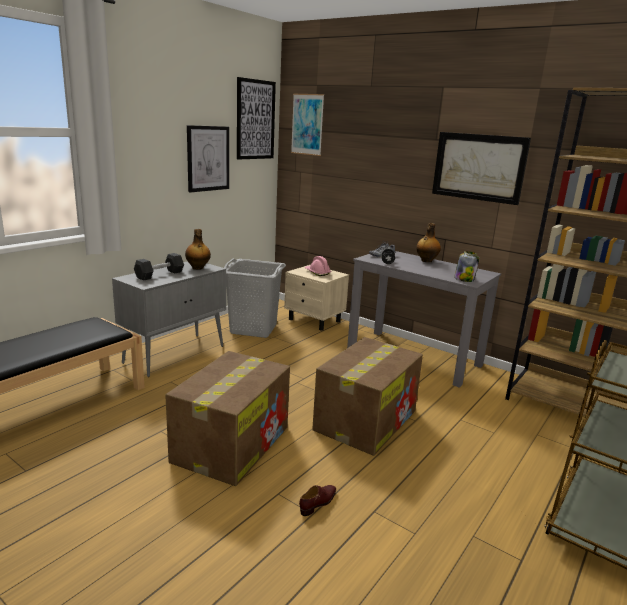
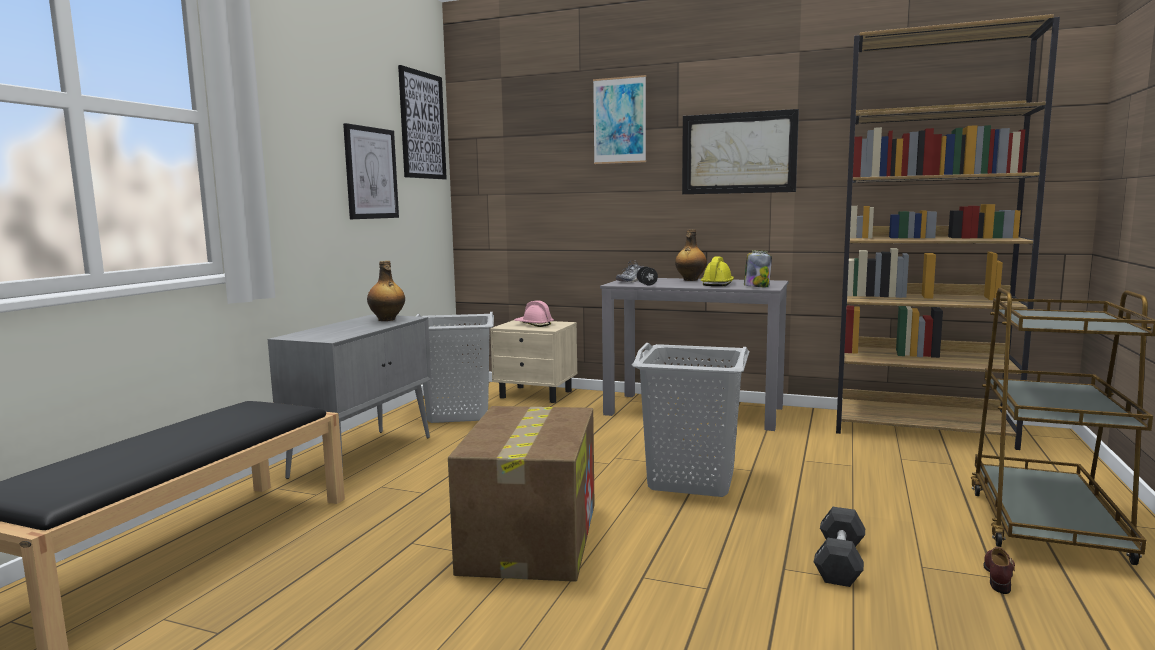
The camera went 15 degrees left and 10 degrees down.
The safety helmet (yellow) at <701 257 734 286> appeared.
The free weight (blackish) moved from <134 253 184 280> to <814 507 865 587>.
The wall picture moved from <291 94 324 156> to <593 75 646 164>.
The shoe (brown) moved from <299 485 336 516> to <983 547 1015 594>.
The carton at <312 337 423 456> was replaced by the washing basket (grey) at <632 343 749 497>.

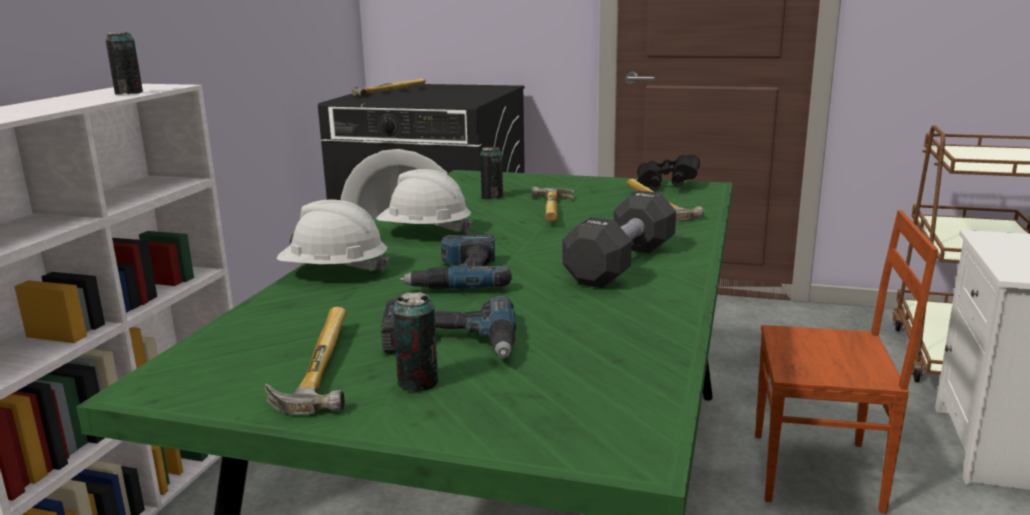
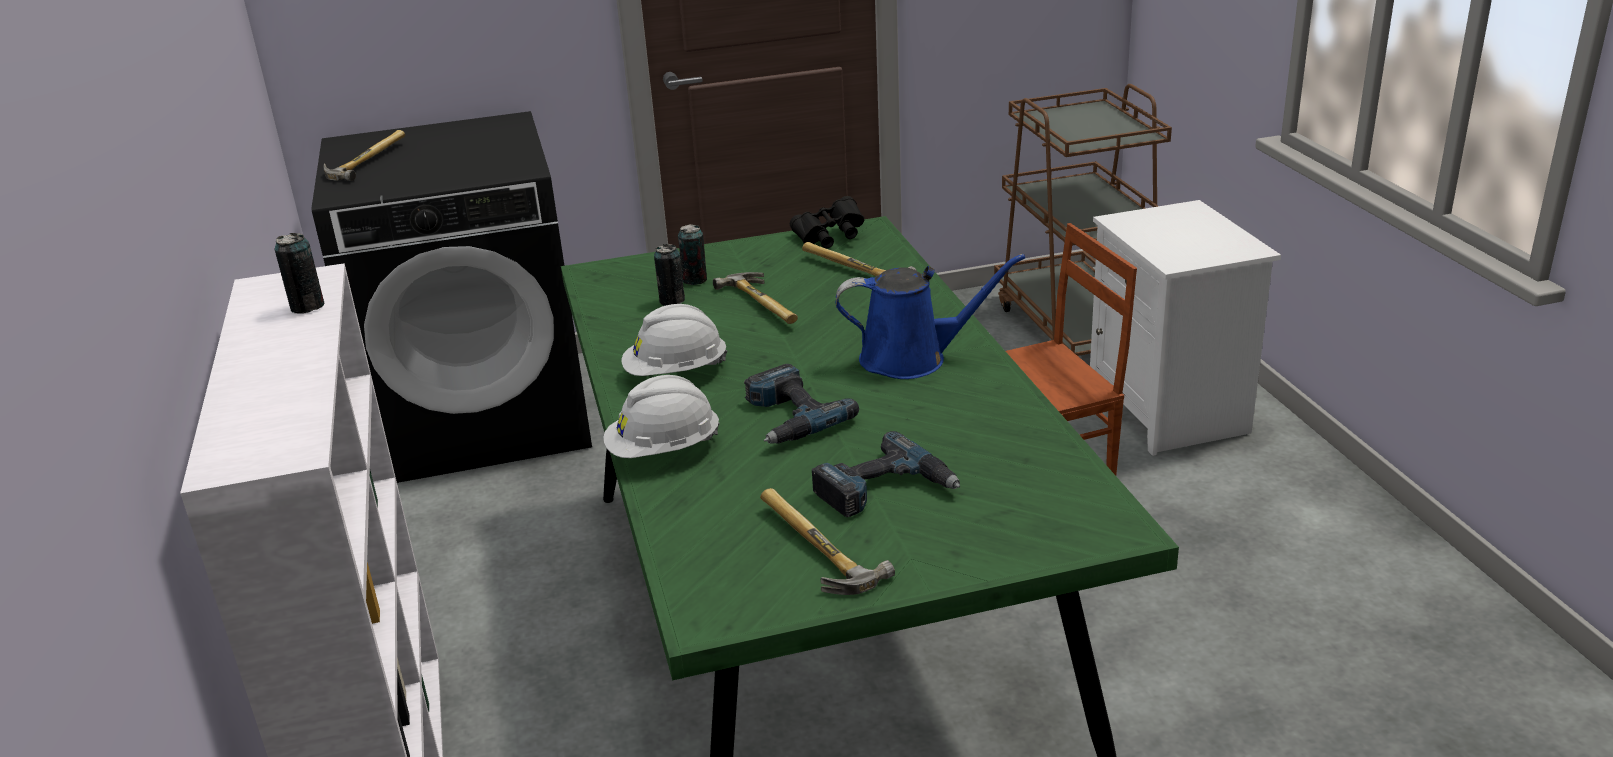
The camera went 30 degrees left and 10 degrees up.
The metal can moved from <393 292 438 392> to <678 224 707 285>.
The free weight (blackish) at <562 190 676 288> was replaced by the sprinkling can (blue-coloured) at <835 254 1025 379>.

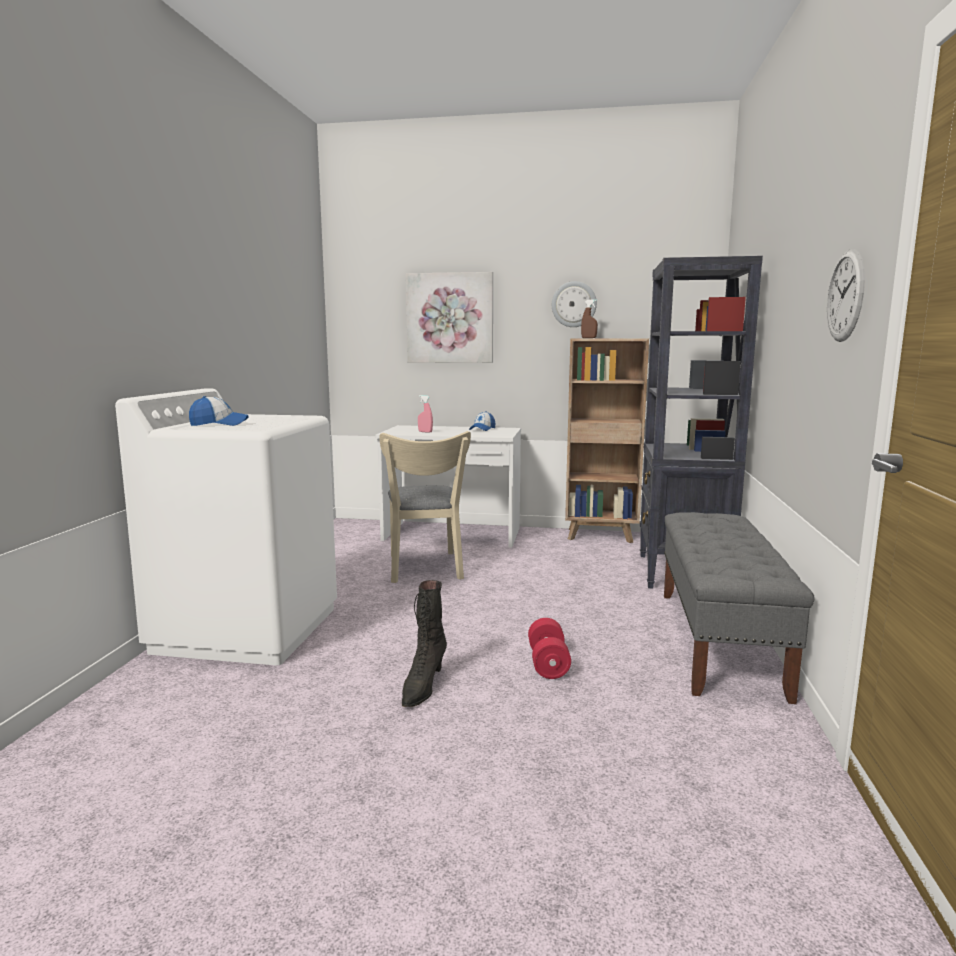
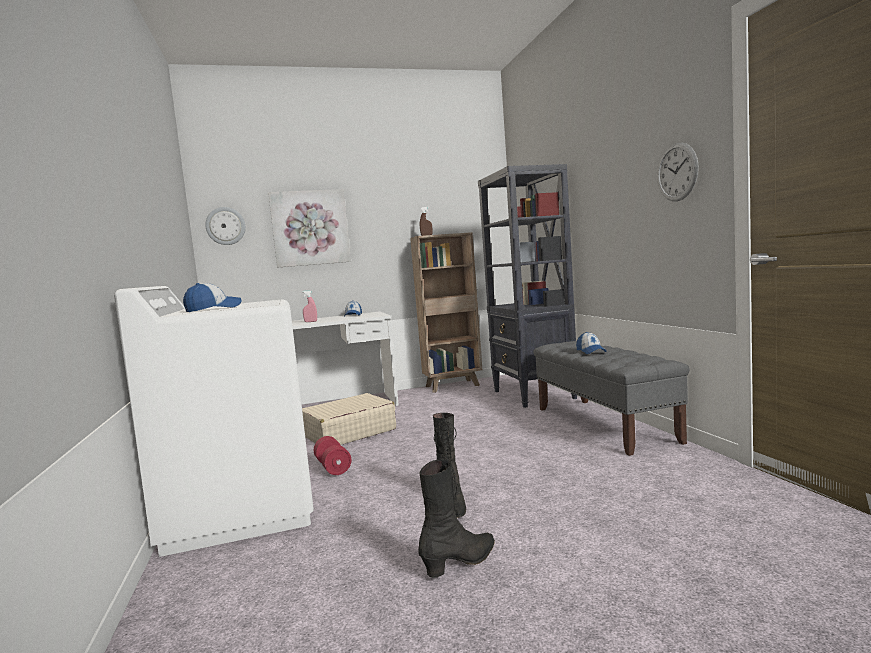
The camera went 25 degrees left and 5 degrees down.
The tall boot (blackish) at <419 459 495 578> appeared.
The baseball cap at <576 332 607 354> appeared.
The free weight (red-coloured) moved from <528 618 571 679> to <314 436 351 475>.
The hanging clock moved from <552 281 597 327> to <205 207 246 245>.
The chair (beige-coloured) at <379 431 471 583> was replaced by the travel case (beige-coloured) at <302 393 396 445>.

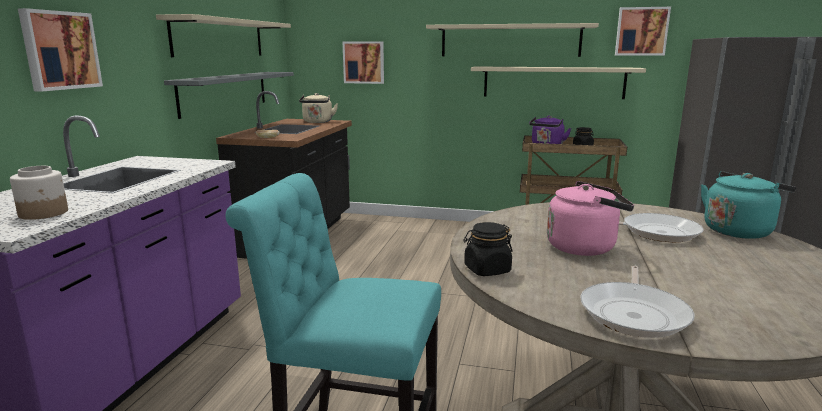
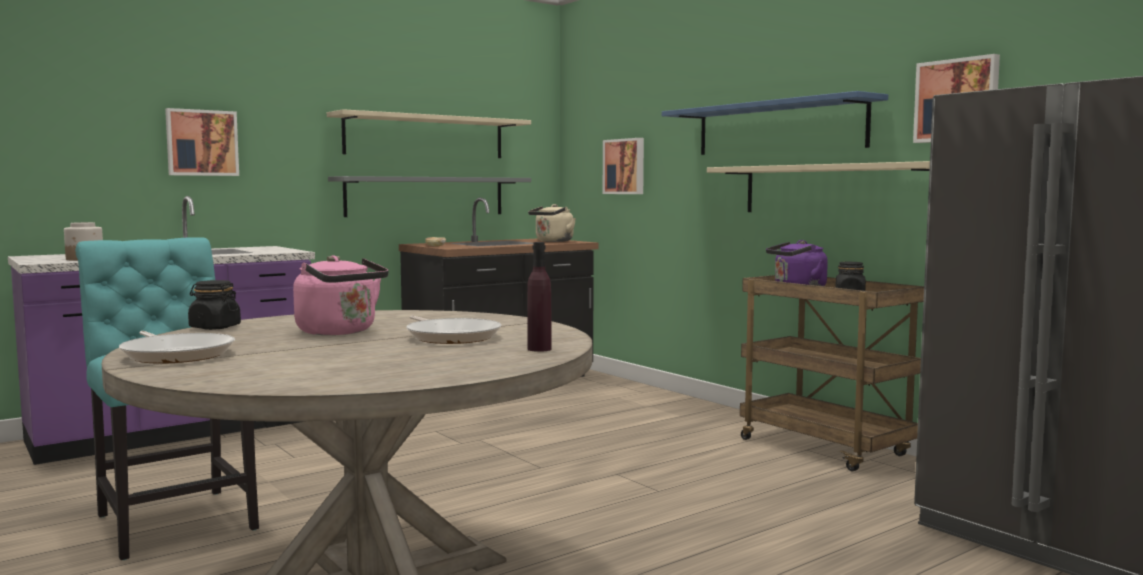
The camera went 40 degrees right and 10 degrees down.
The water kettle (turquoise-coloured) at <701 171 796 239> was replaced by the bottle (purple) at <527 242 551 352>.
The wall shelf (beige-coloured) at <426 23 599 57> became the wall shelf (blue-coloured) at <662 91 888 155>.
The skillet at <581 266 694 338> turned 105 degrees counterclockwise.

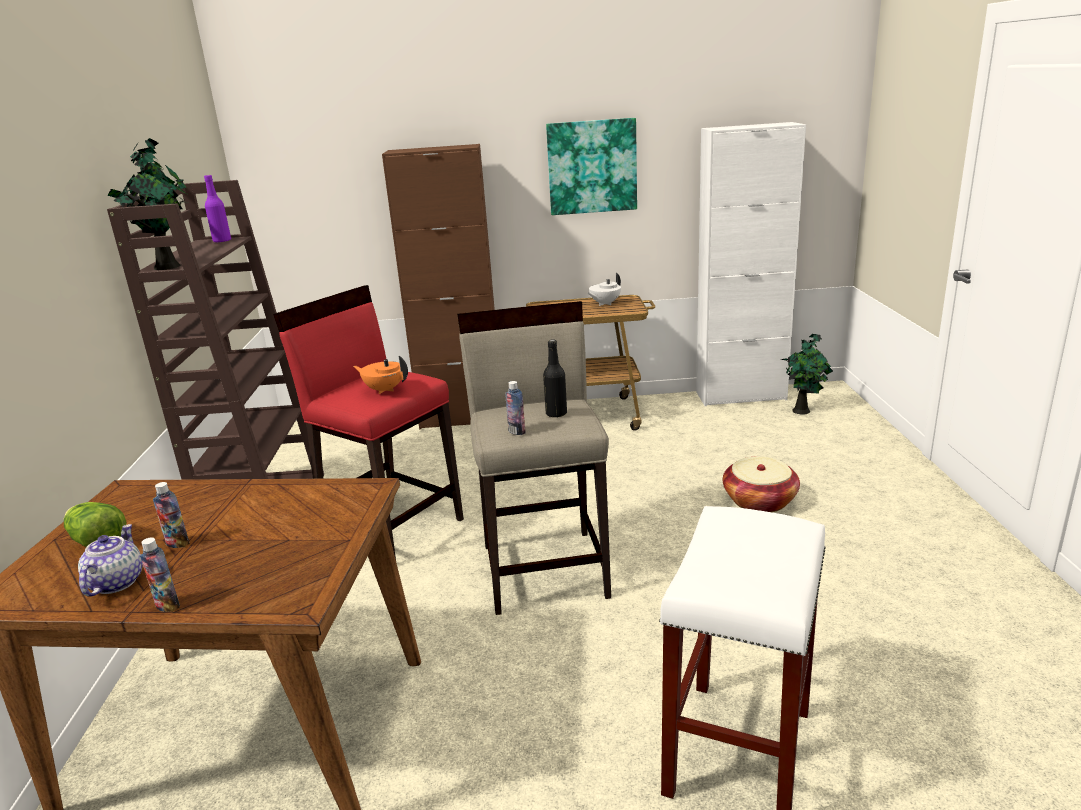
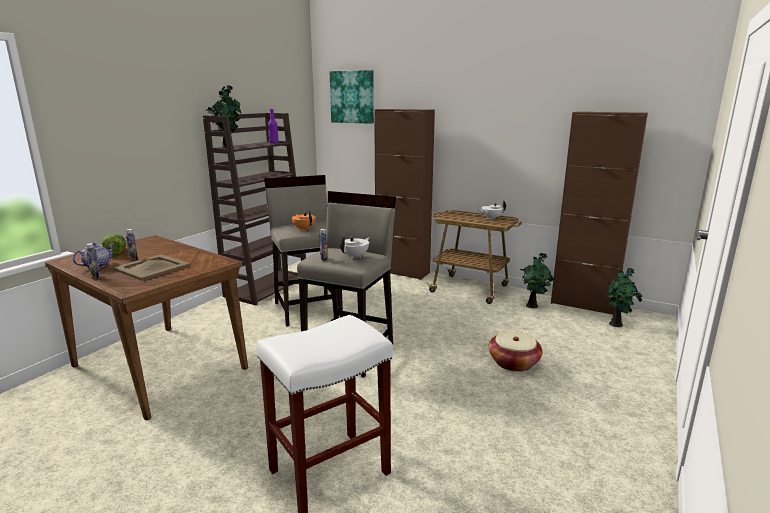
The camera went 30 degrees right and 5 degrees down.
The serving tray (beige-coloured) at <113 254 191 281> appeared.
The houseplant at <519 253 555 308> appeared.
The wall picture moved from <546 118 637 215> to <330 70 374 124>.
The bottle (blackish) at <543 339 567 417> was replaced by the tea pot (whitish) at <340 236 369 259>.
The stool seat (red-coloured) at <273 285 464 559> became the stool seat (beige-coloured) at <264 175 343 327>.
The cupboard (whitish) at <696 122 806 406> became the cupboard (brown) at <551 112 648 315>.

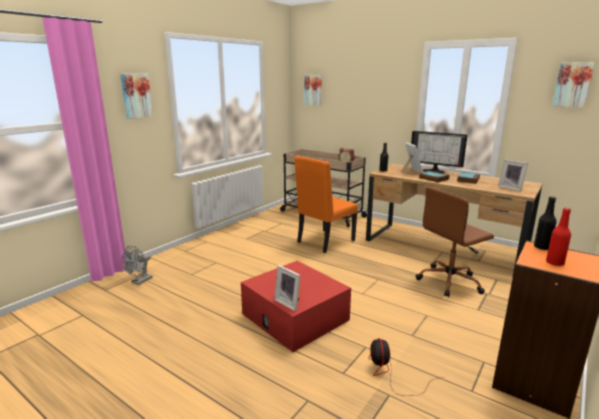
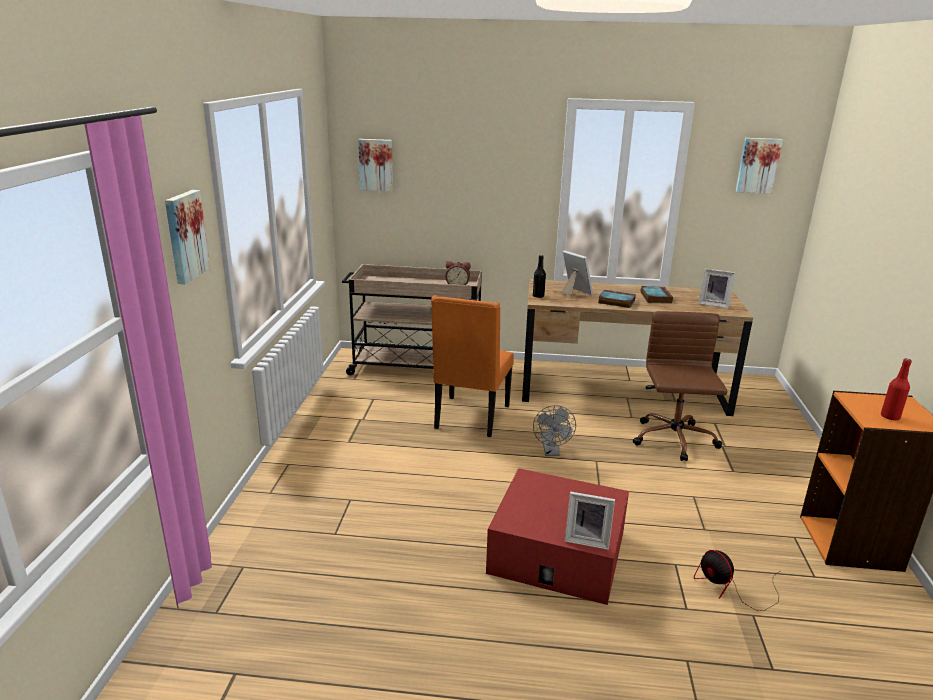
The camera went 30 degrees left and 5 degrees up.
The computer screen at <411 131 468 173> disappeared.
The bottle (blackish) at <534 196 557 250> disappeared.
The fan (grey) moved from <122 246 153 285> to <533 405 576 456>.
The desk chair (brown) at <416 187 494 297> turned 150 degrees clockwise.

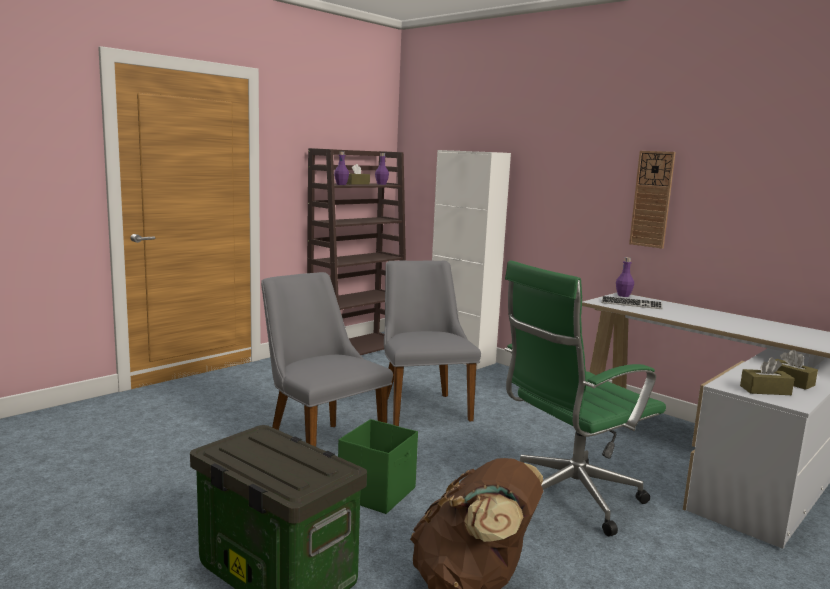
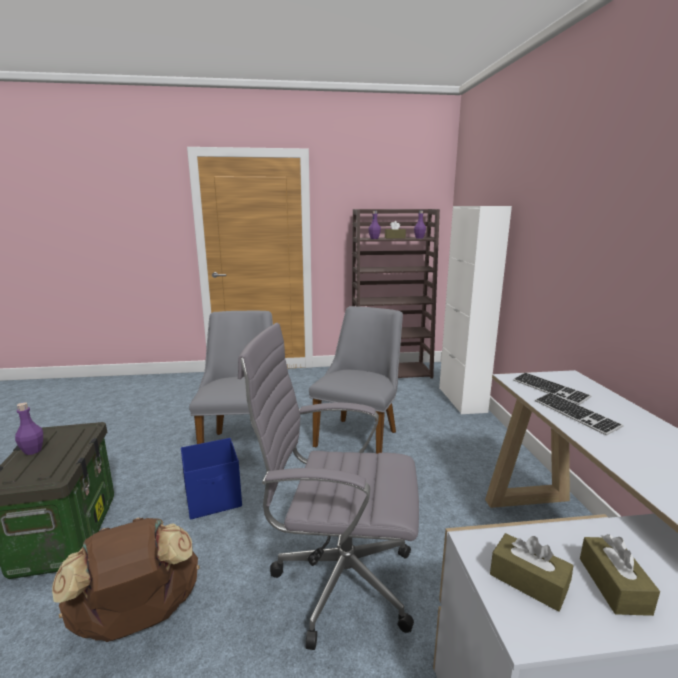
The camera went 40 degrees right and 5 degrees up.
The hanging clock at <629 151 676 249> disappeared.
The PC keyboard at <535 393 624 435> appeared.
The bottle (purple) moved from <616 257 634 297> to <15 402 43 455>.
The storage box (greenish) at <338 419 418 514> became the storage box (blue-coloured) at <181 438 242 520>.
The desk chair (greenish) at <505 260 666 536> became the desk chair (grey) at <238 323 419 650>.

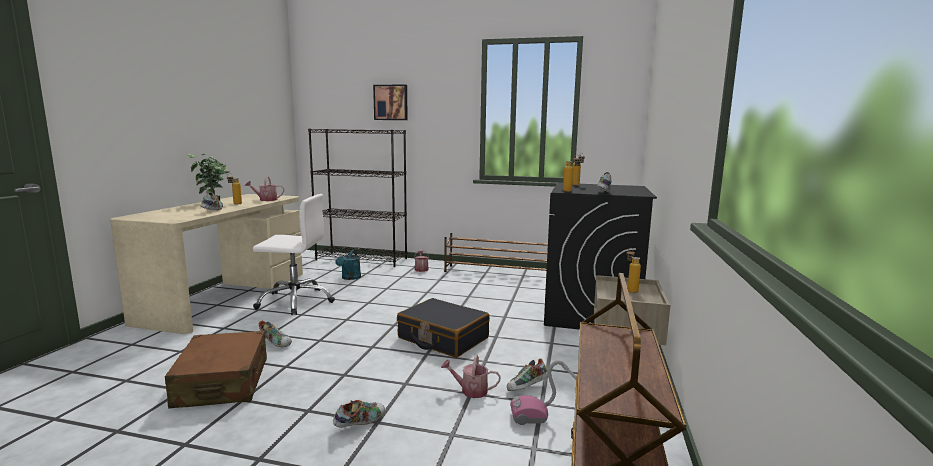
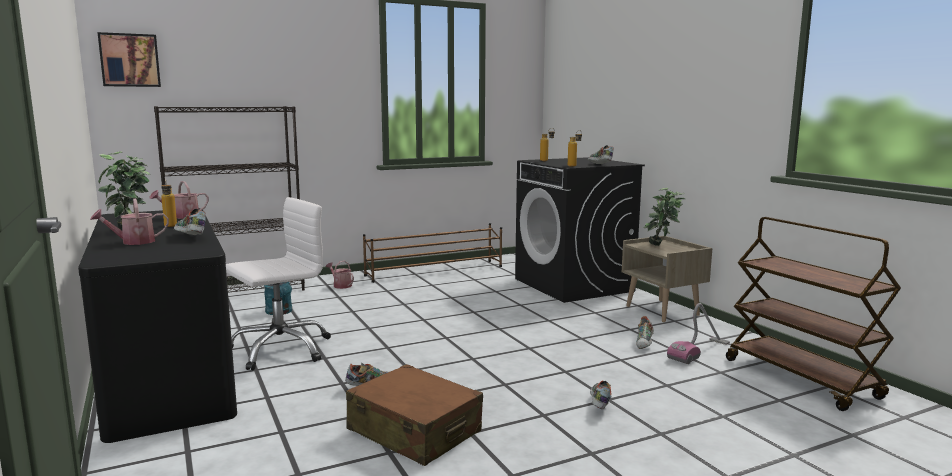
The camera went 40 degrees left and 0 degrees up.
The travel case (blackish) at <397 298 490 358> disappeared.
The wall picture moved from <373 84 408 120> to <97 32 161 87>.
The sprinkling can moved from <441 354 501 398> to <90 199 169 245>.
The bottle at <627 248 641 293> was replaced by the houseplant at <643 188 685 246>.
The desk (beige-coloured) at <110 194 303 334> became the desk (blackish) at <78 208 237 443>.

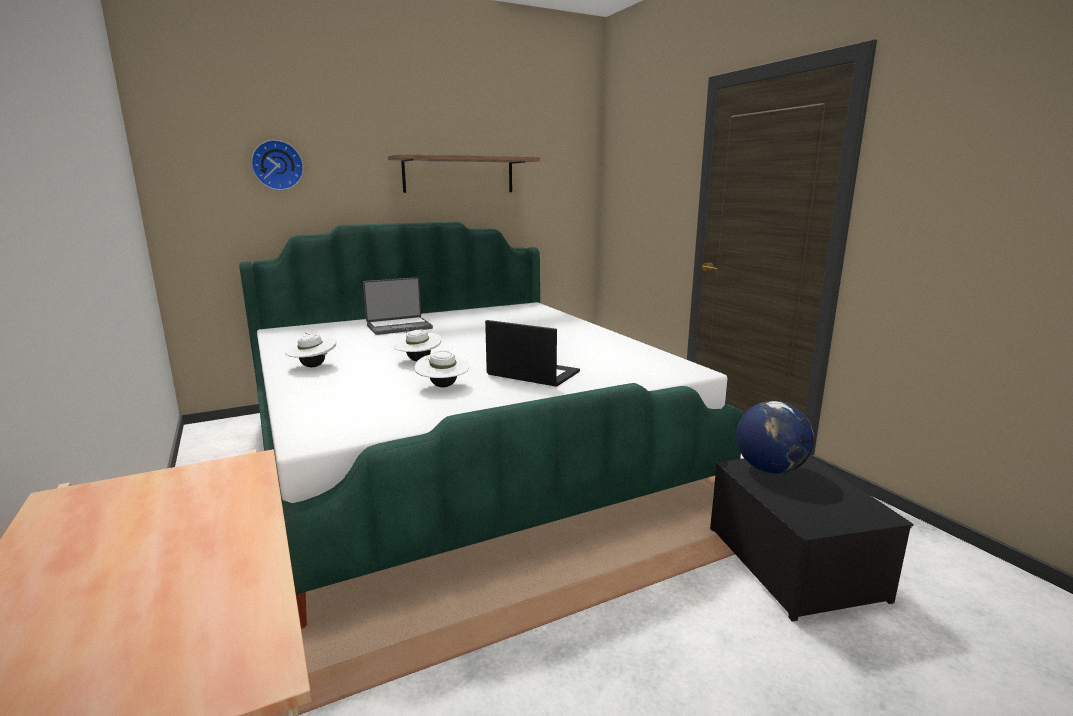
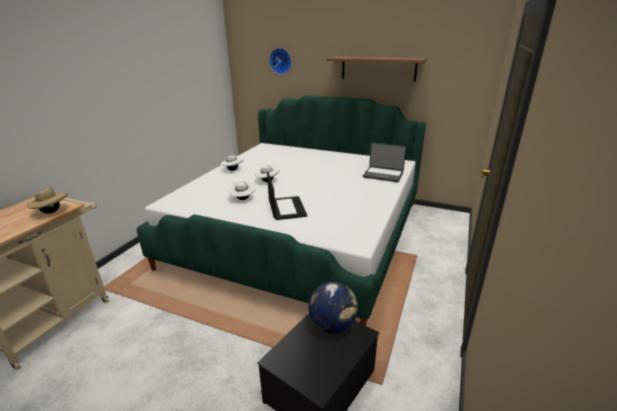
The camera went 50 degrees right and 10 degrees up.
The wearable hat (beige-coloured) at <27 187 67 214> appeared.
The laptop moved from <363 277 433 335> to <363 142 406 182>.

